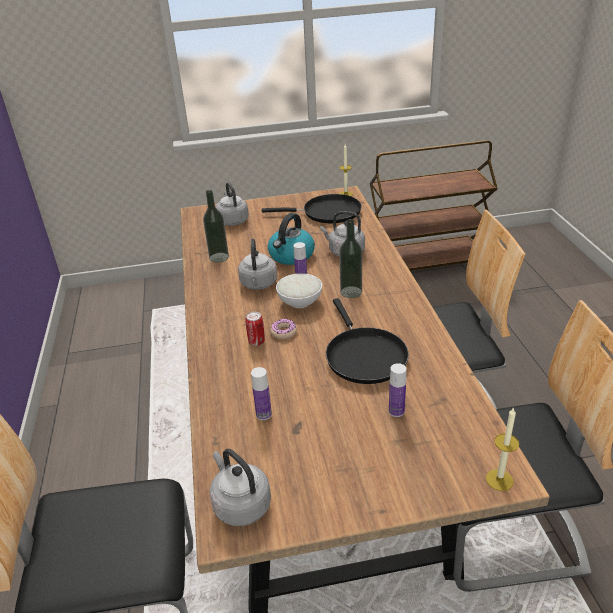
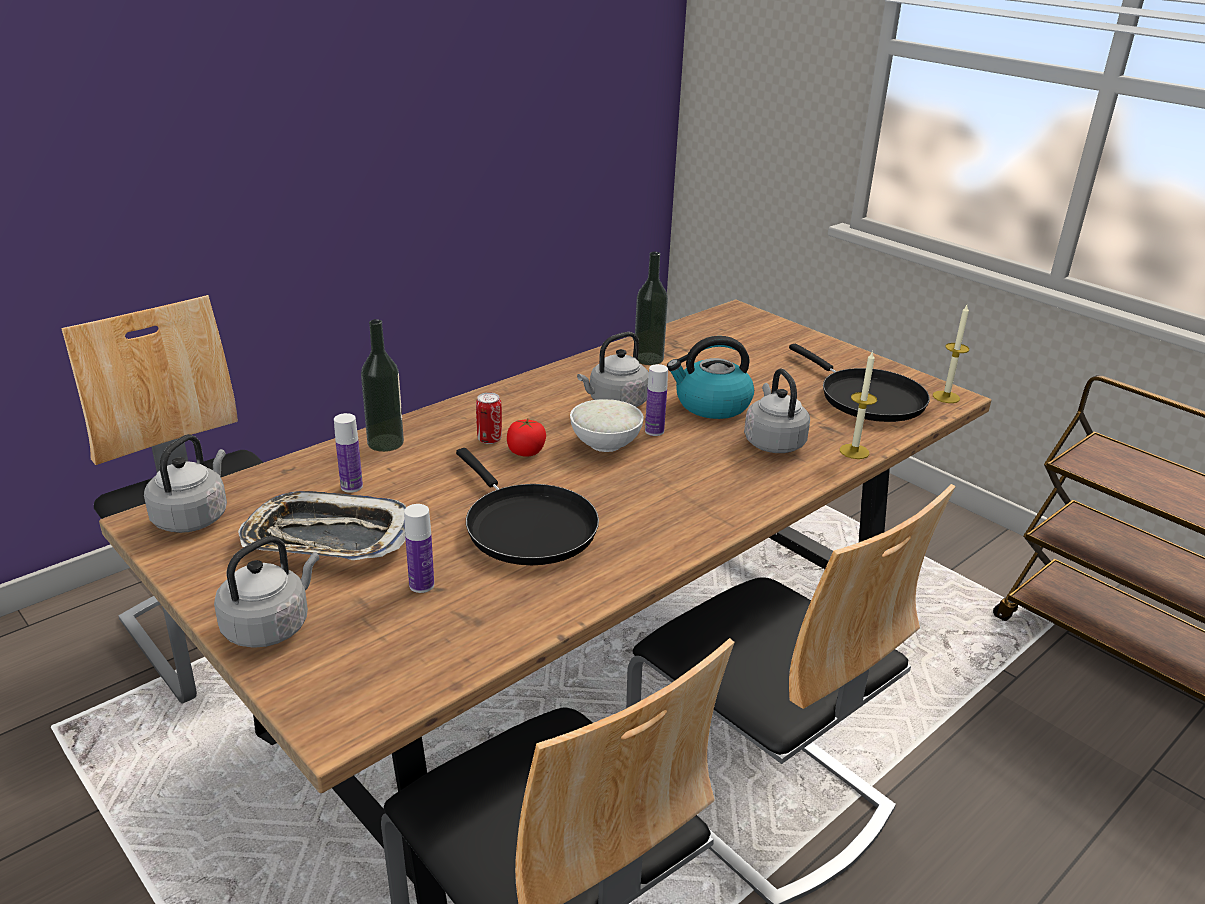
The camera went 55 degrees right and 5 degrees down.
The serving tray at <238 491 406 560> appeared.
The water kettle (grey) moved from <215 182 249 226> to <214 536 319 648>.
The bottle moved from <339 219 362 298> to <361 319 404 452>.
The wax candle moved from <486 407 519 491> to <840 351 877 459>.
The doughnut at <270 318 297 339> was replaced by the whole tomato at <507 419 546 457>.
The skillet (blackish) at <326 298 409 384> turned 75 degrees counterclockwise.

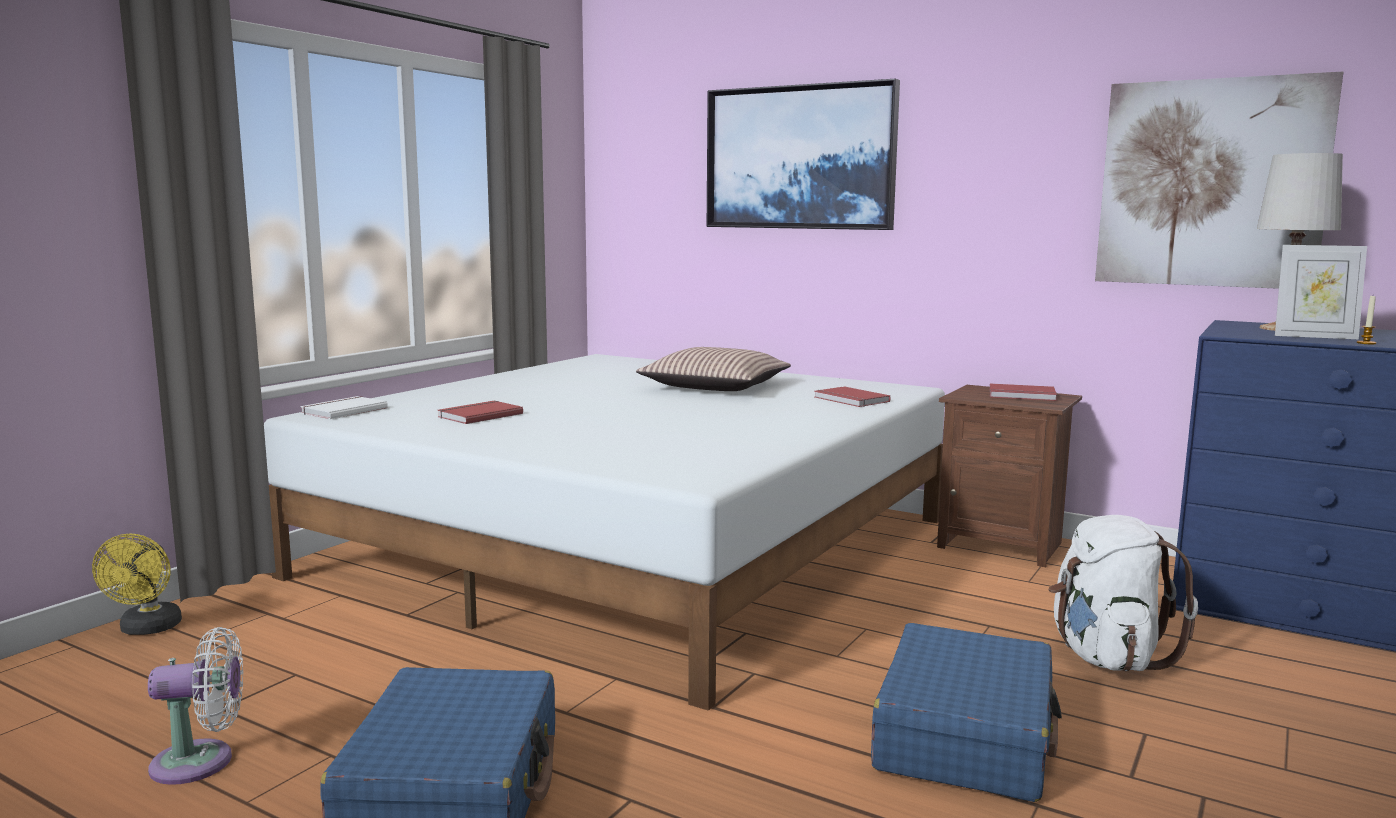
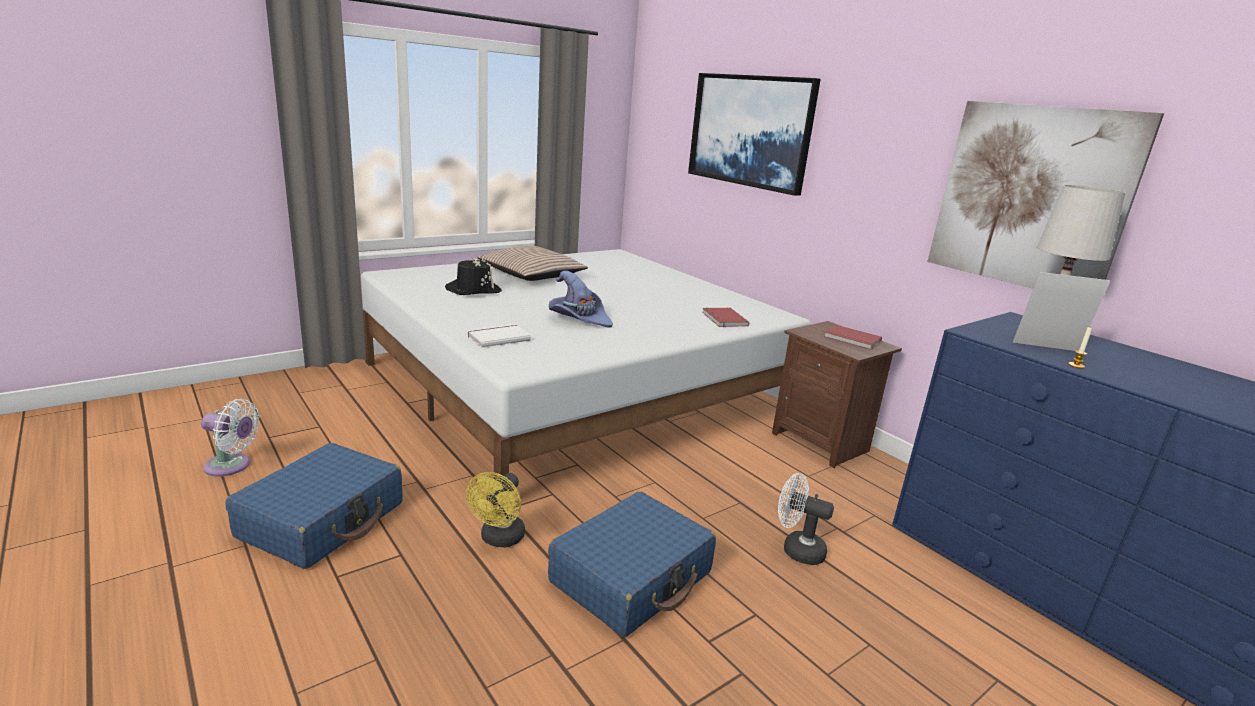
The camera went 20 degrees right and 10 degrees up.
The wearable hat (purple) at <549 271 613 328> appeared.
The fan (yellow) moved from <92 534 182 635> to <466 472 525 547>.
The book (whitish) moved from <300 396 388 419> to <467 324 531 348>.
The pillow moved from <636 347 791 391> to <477 246 588 281>.
The book (red-coloured) at <437 401 523 424> was replaced by the wearable hat (blackish) at <445 258 502 295>.
The knapsack (whitish) at <1049 515 1198 671> was replaced by the fan (whitish) at <778 473 834 565>.
The photo frame at <1275 245 1367 340> turned 150 degrees clockwise.

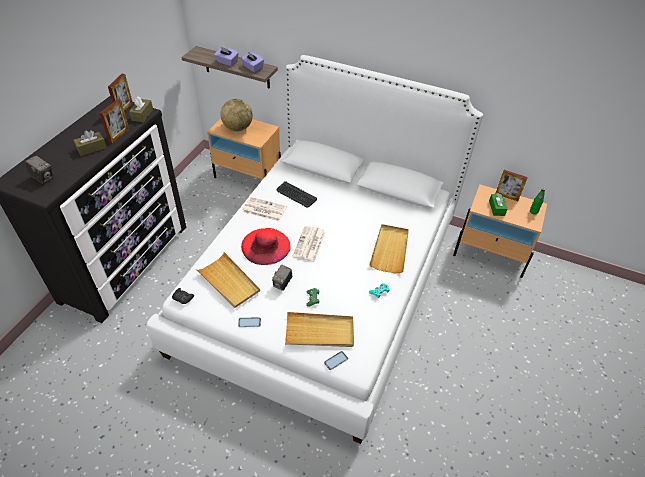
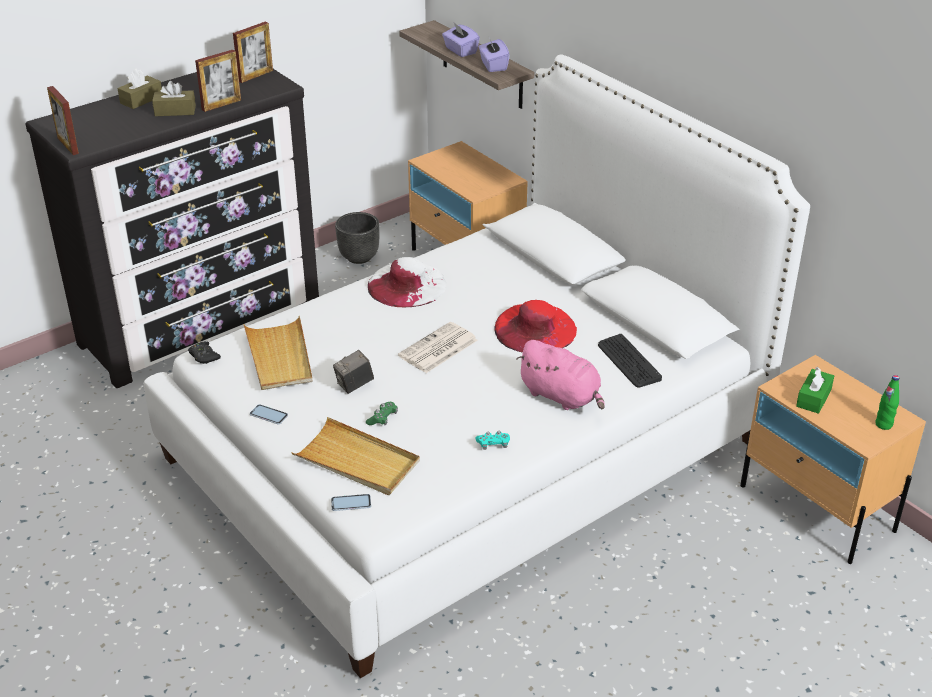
The camera went 30 degrees right and 10 degrees down.
The still camera at <25 155 53 184> disappeared.
The globe at <221 99 253 131> disappeared.
The plant pot (blackish) at <335 212 380 264> appeared.
The tissue box (brown) moved from <129 96 153 122> to <118 68 162 109>.
The wearable hat (red-coloured) moved from <241 228 291 265> to <495 300 577 353>.
The PC keyboard moved from <277 181 317 207> to <598 334 662 387>.
The photo frame moved from <495 170 528 201> to <47 86 79 155>.
The daily paper at <242 197 287 221> was replaced by the wearable hat (whitish) at <368 257 447 308>.
The serving tray (beige-coloured) at <369 224 409 273> was replaced by the cuddly toy (pink) at <516 340 605 410>.

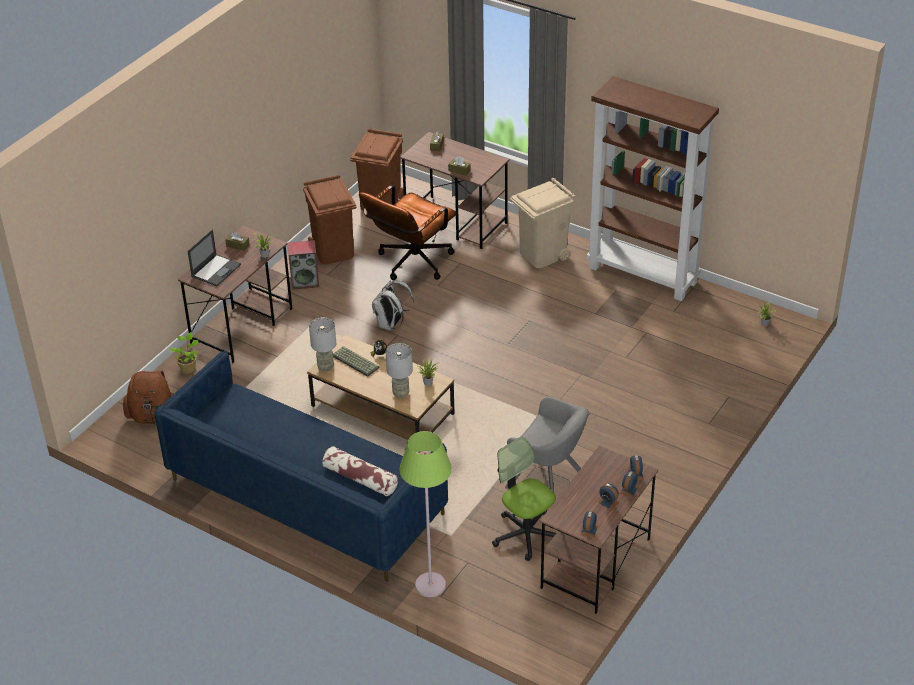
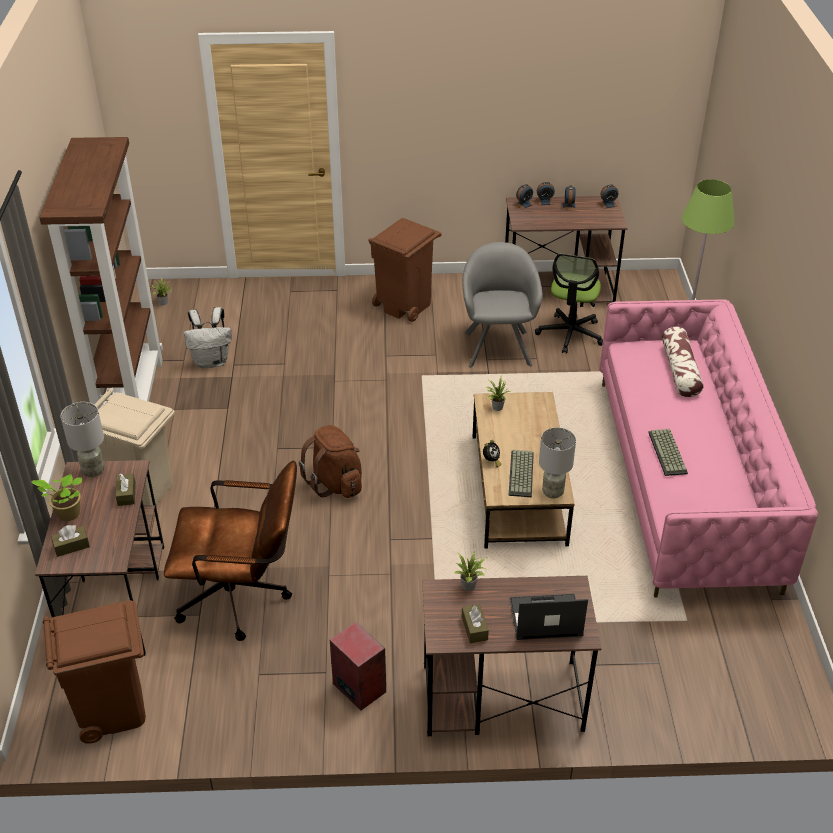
The camera went 125 degrees left and 0 degrees up.
The PC keyboard at <648 429 688 476> appeared.
The knapsack (brown) moved from <123 370 174 424> to <299 425 362 498>.
The houseplant moved from <170 332 198 374> to <31 474 82 521>.
The trash can (brown) moved from <303 175 356 265> to <368 218 442 322>.
The knapsack (whitish) moved from <372 281 414 330> to <184 307 232 368>.
The lamp for a table (grey) moved from <386 343 413 398> to <61 402 105 477>.
The sofa (blue-coloured) at <155 351 448 582> became the sofa (pink) at <599 299 818 598>.

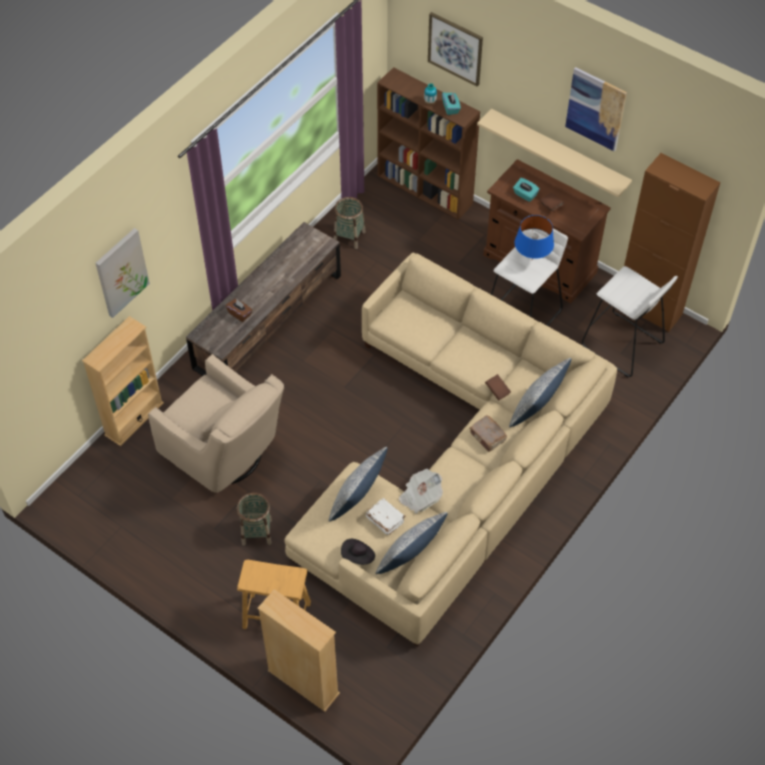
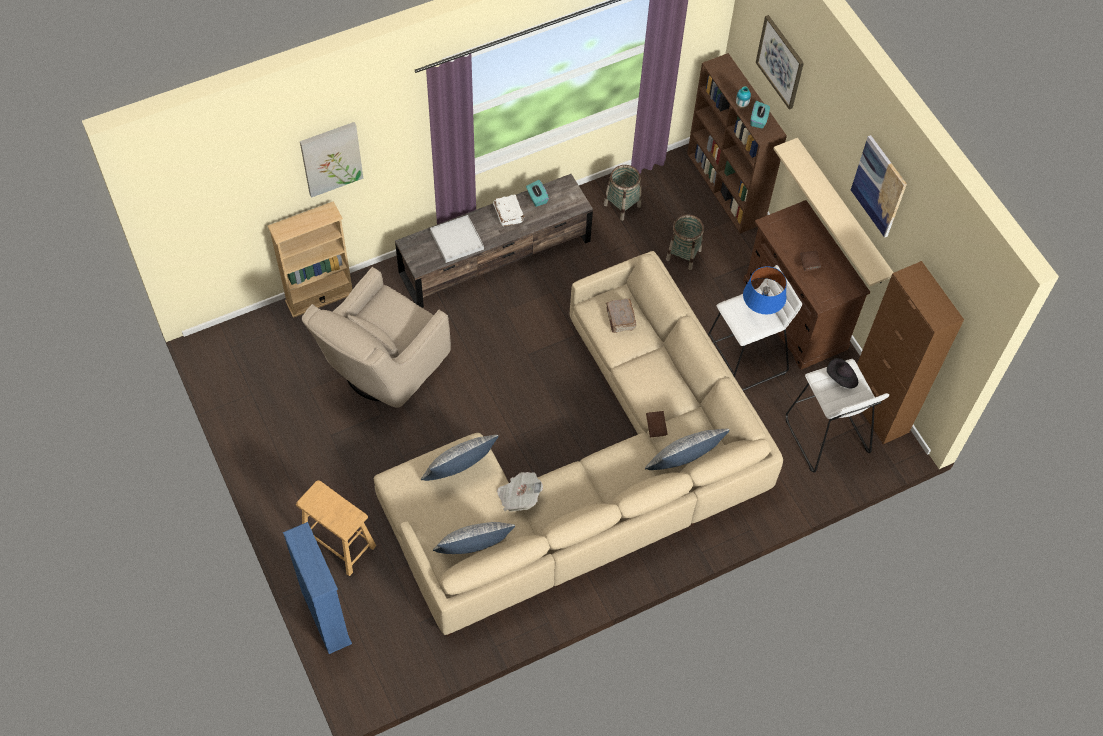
The camera went 25 degrees right and 5 degrees up.
The storage basket moved from <237 493 272 546> to <666 215 704 270>.
The wearable hat (blackish) moved from <341 539 375 565> to <827 358 858 388>.
The book (whitish) moved from <366 498 406 535> to <493 194 525 227>.
The book (brown) moved from <469 415 507 452> to <606 298 637 333>.
The tissue box (turquoise-coloured) moved from <513 178 539 202> to <526 180 549 207>.
The tissue box (brown) at <226 299 252 322> was replaced by the serving tray (whitish) at <430 215 484 263>.
The bookcase (beige-coloured) at <257 589 340 712> became the bookcase (blue-coloured) at <283 522 352 654>.
The armchair (beige-coloured) at <148 354 284 493> turned 60 degrees clockwise.

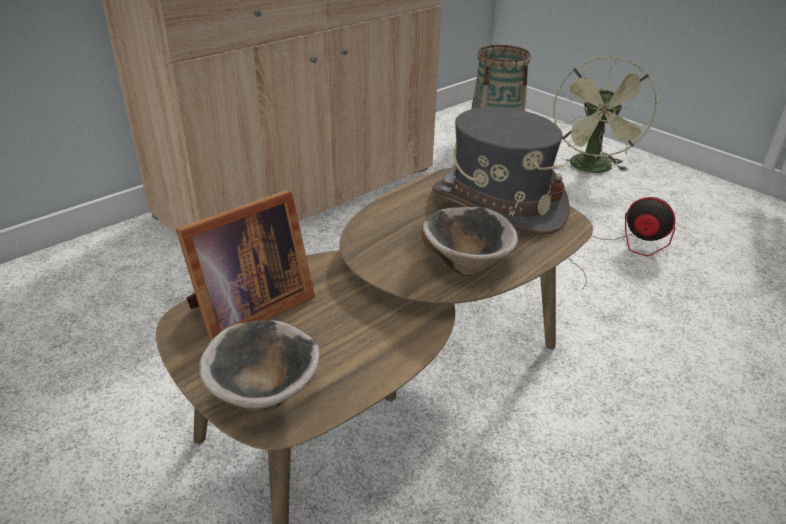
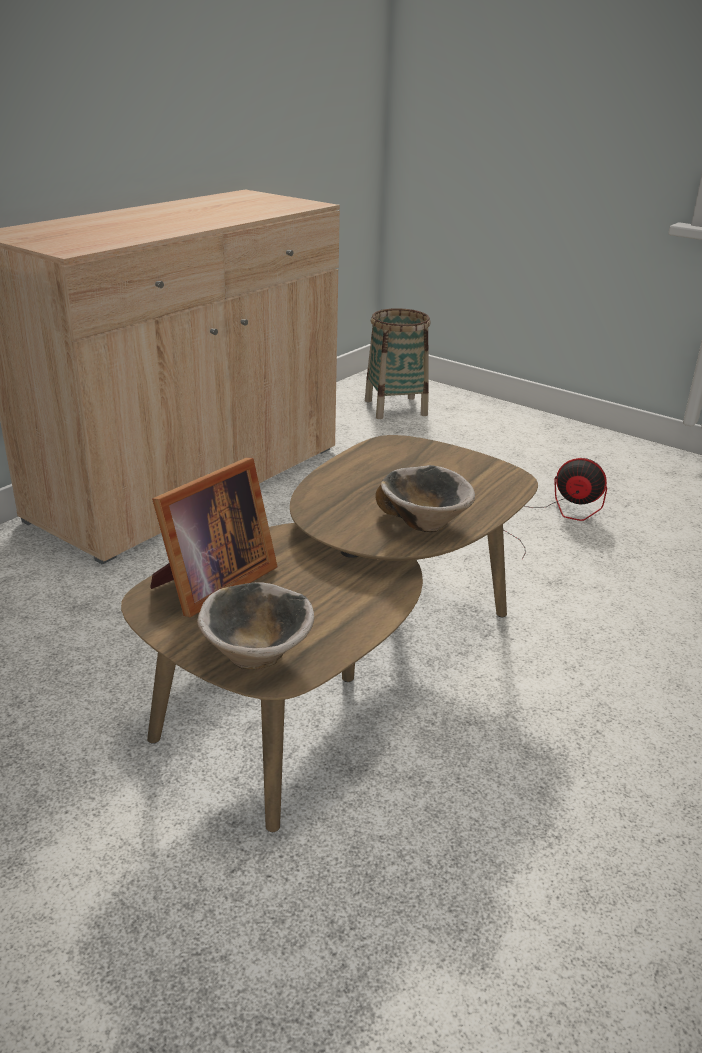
The camera went 10 degrees left and 5 degrees down.
The wearable hat (grey) at <432 107 570 235> disappeared.
The fan (greenish) at <553 56 658 173> disappeared.

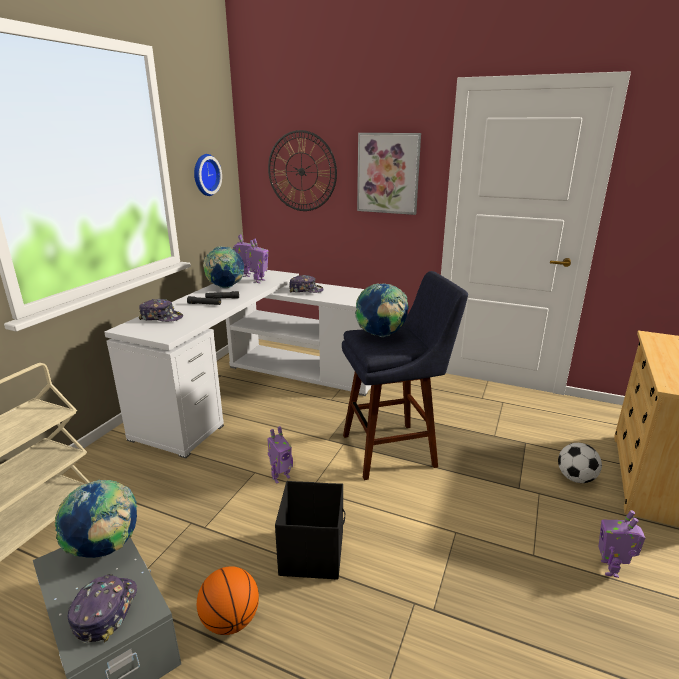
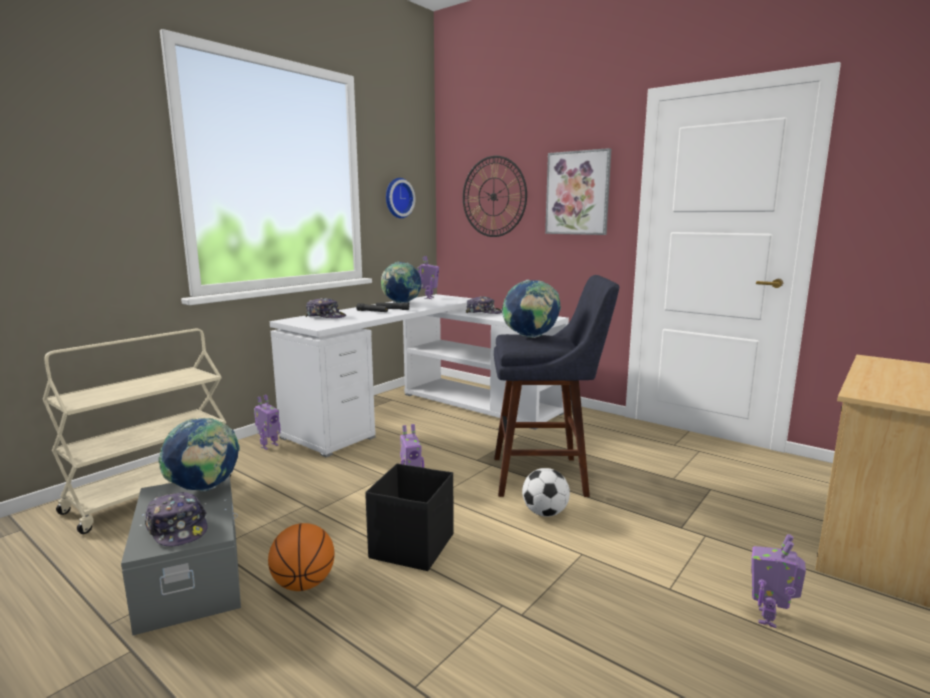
The camera went 15 degrees right and 10 degrees down.
The robot figure moved from <245 239 268 283> to <254 395 281 450>.
The football ball moved from <558 443 602 483> to <522 468 570 517>.
The baseball cap at <67 574 137 643> turned 120 degrees clockwise.

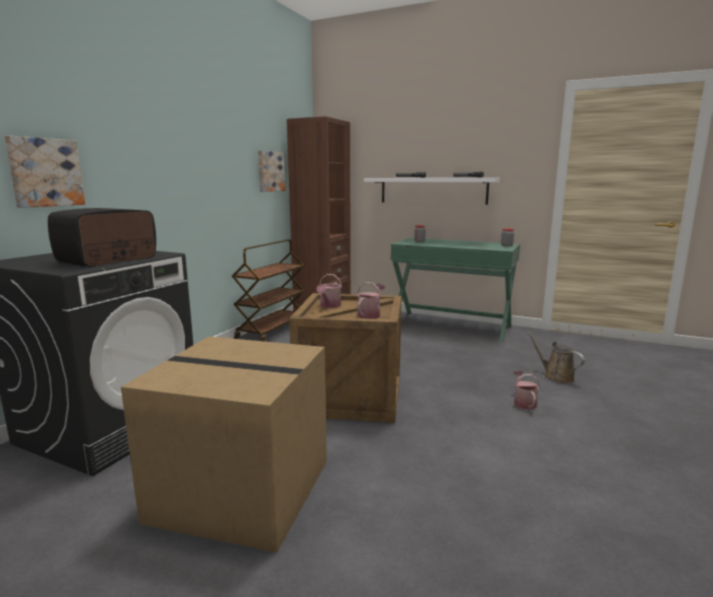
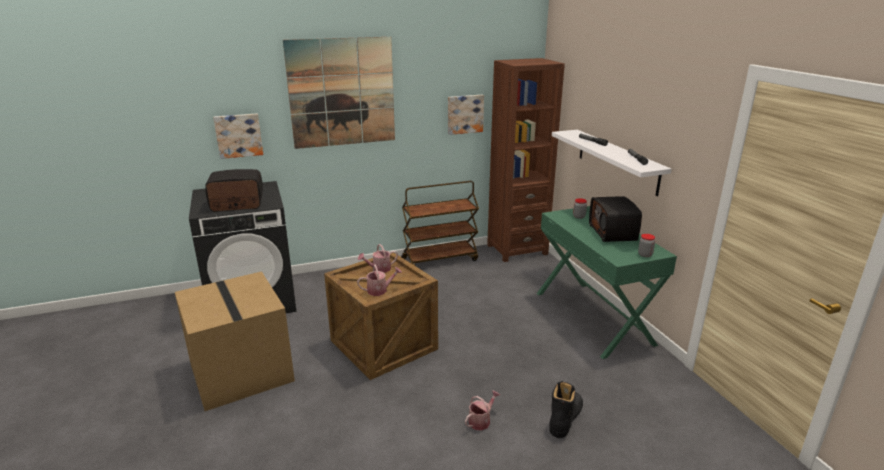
The camera went 45 degrees right and 10 degrees up.
The wall picture at <283 37 395 149> appeared.
The radio at <589 196 642 242> appeared.
The sprinkling can (brown) at <527 331 585 383> was replaced by the tall boot (blackish) at <549 381 583 438>.

